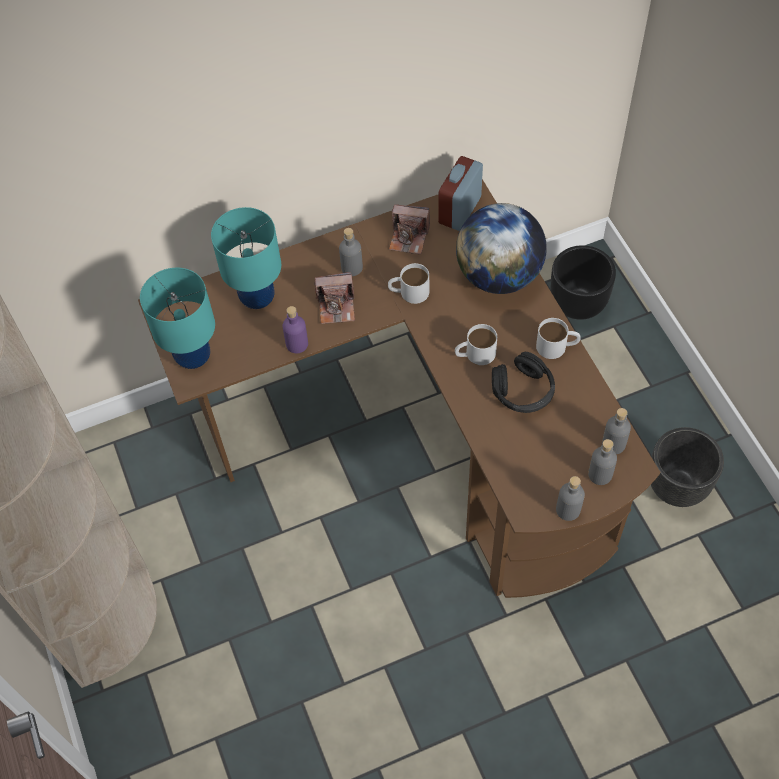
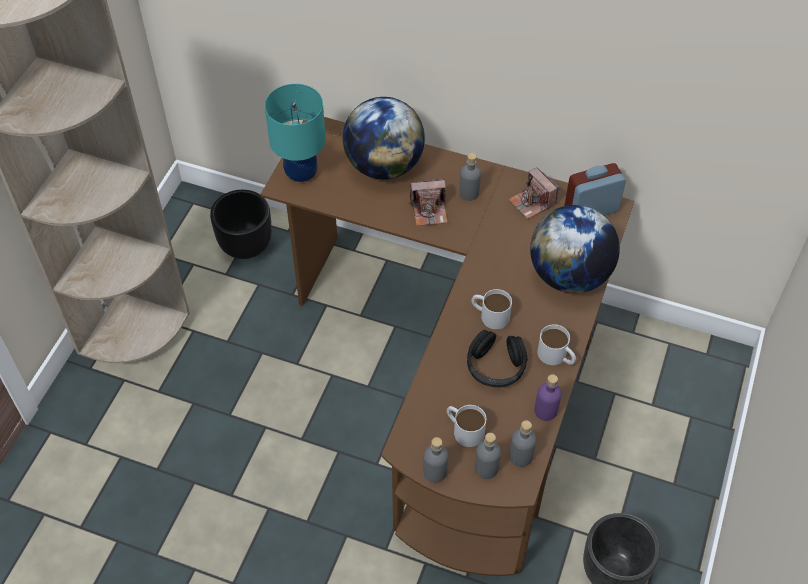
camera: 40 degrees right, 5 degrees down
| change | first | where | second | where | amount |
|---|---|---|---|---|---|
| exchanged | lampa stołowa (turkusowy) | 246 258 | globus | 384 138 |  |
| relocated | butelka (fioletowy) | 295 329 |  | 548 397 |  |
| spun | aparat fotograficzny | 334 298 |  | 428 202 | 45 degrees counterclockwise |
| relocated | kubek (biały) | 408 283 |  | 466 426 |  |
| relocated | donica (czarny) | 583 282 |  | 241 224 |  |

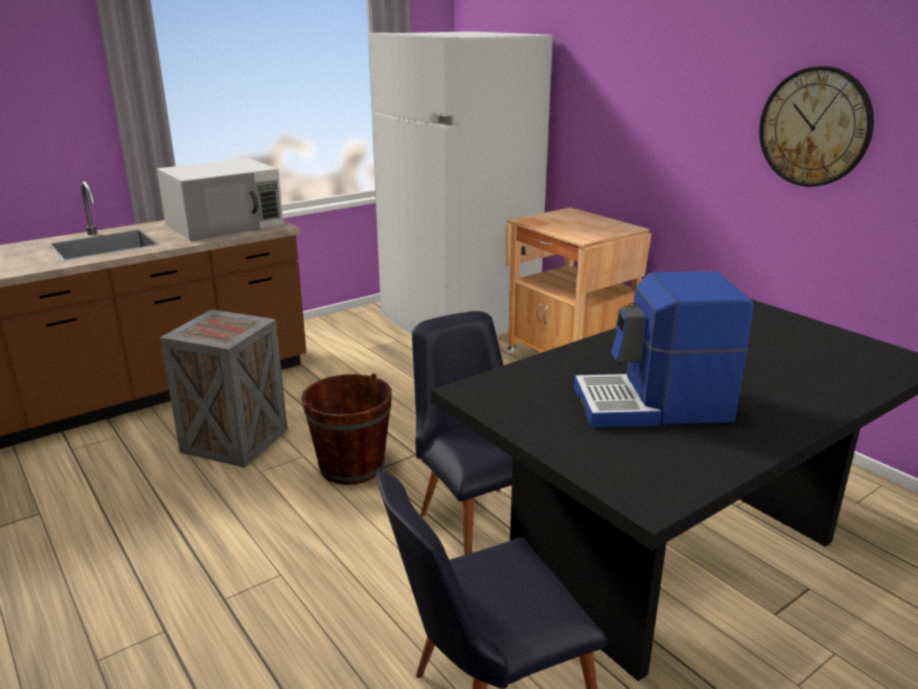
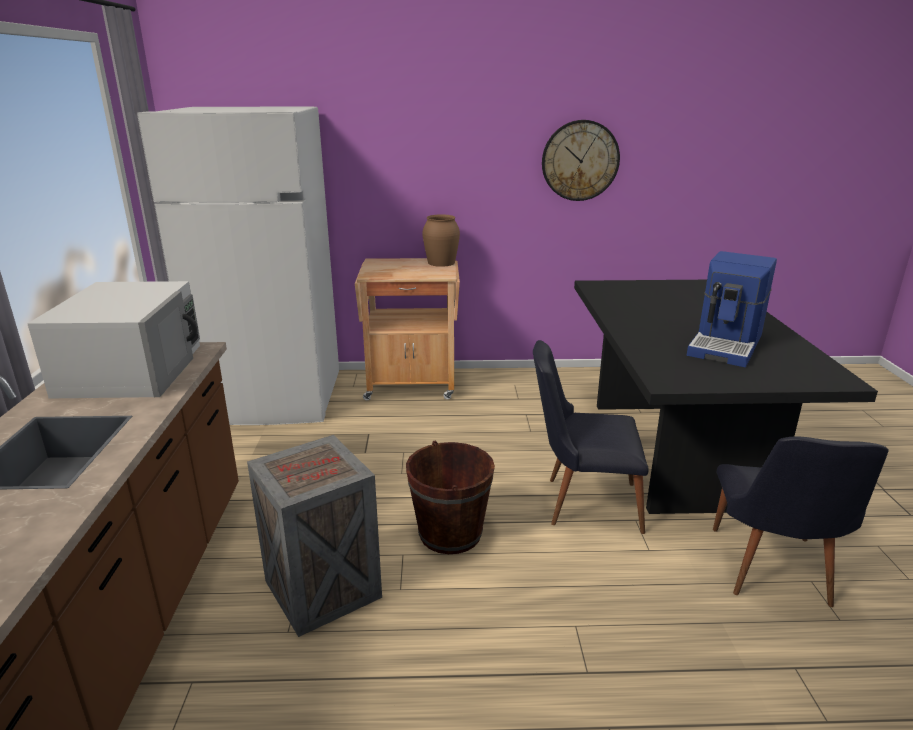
camera: 55 degrees left, 0 degrees up
| change | first | where | second | where | amount |
|---|---|---|---|---|---|
| appeared |  |  | wazon (brązowy) | 441 240 |  |

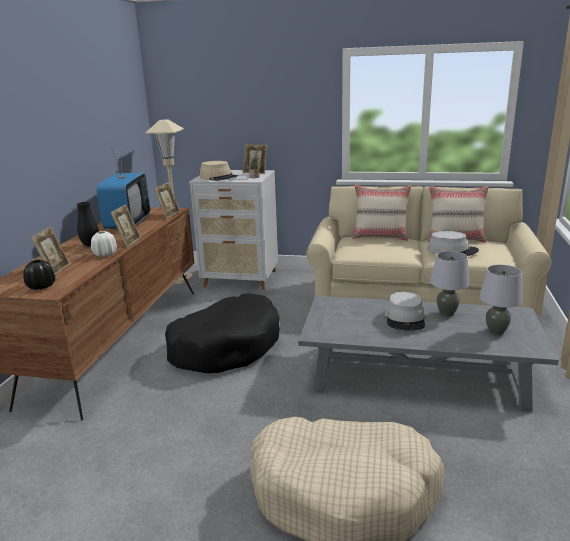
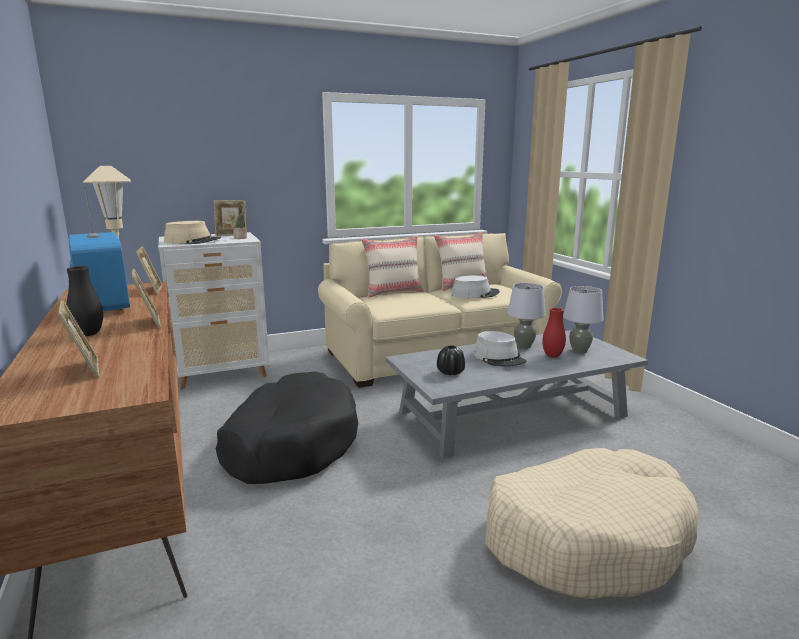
camera: 35 degrees left, 5 degrees down
| change | first | where | second | where | amount |
|---|---|---|---|---|---|
| relocated | wazon (czarny) | 39 275 |  | 451 360 |  |
| missing | wazon (biały) | 104 244 |  |  |  |
| appeared |  |  | wazon (czerwony) | 554 333 |  |

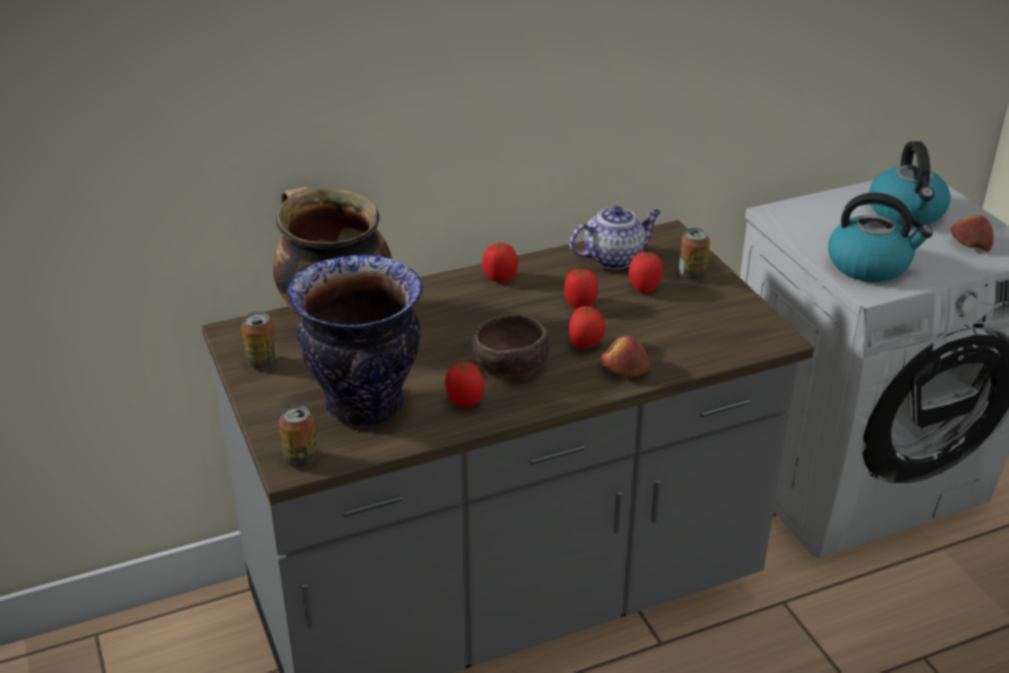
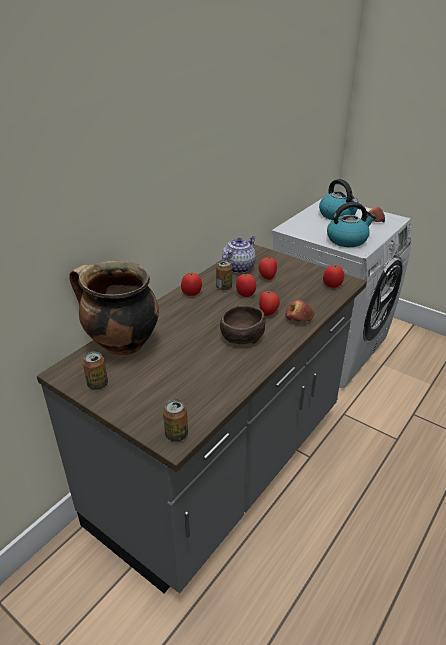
camera: 30 degrees left, 0 degrees up
| change | first | where | second | where | amount |
|---|---|---|---|---|---|
| missing | wazon | 355 341 |  |  |  |
| relocated | pomidor | 464 384 |  | 333 276 |  |
| relocated | puszka | 694 254 |  | 224 275 |  |

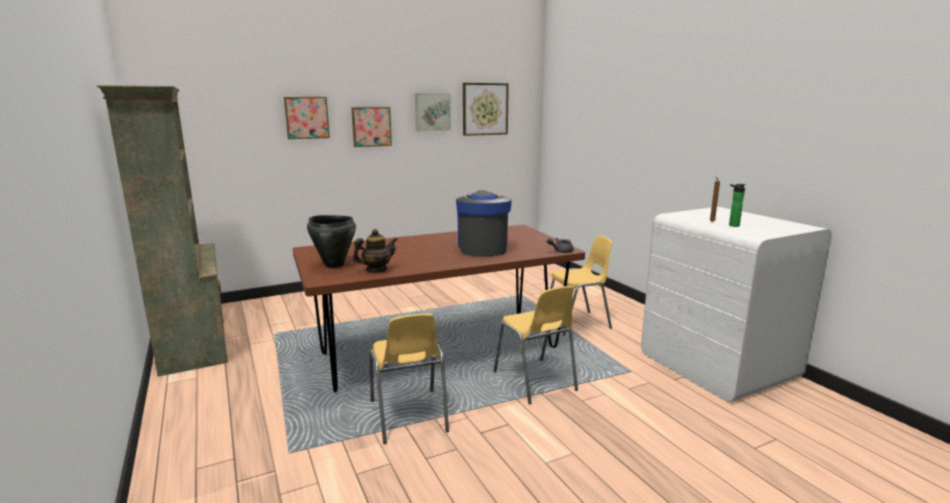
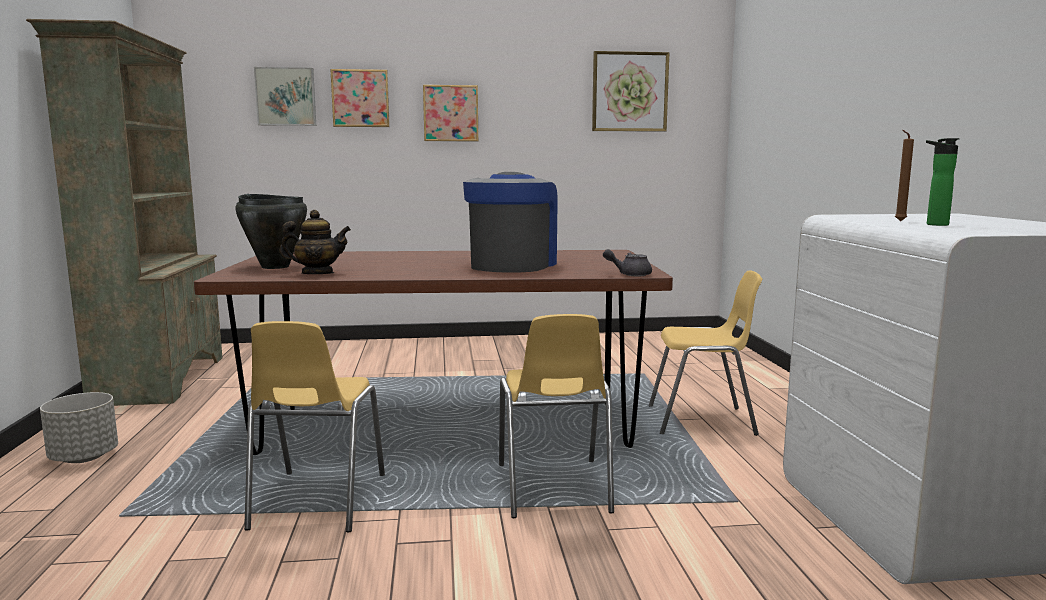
camera: 20 degrees right, 5 degrees down
| change | first | where | second | where | amount |
|---|---|---|---|---|---|
| relocated | obraz | 433 113 |  | 285 96 |  |
| appeared |  |  | donica (szary) | 79 427 |  |

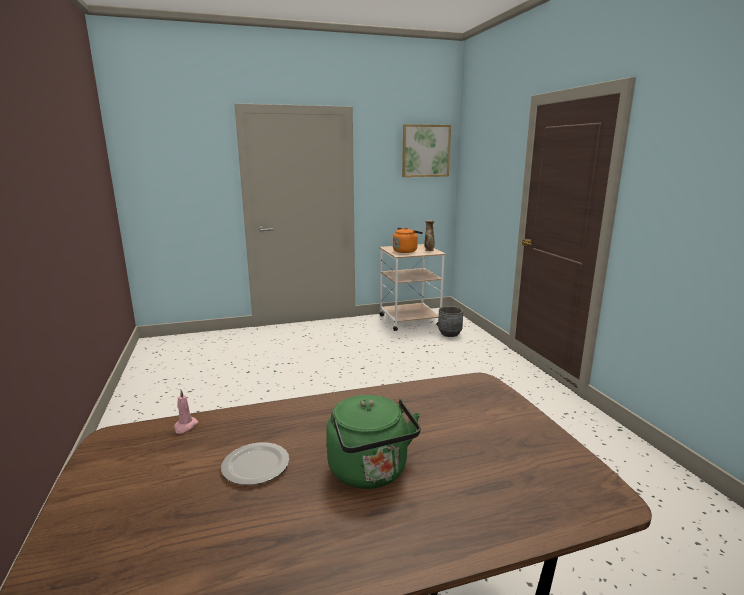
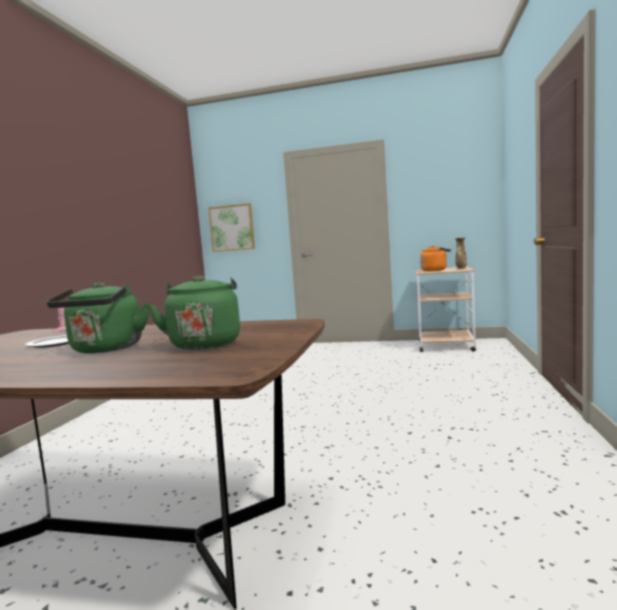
camera: 30 degrees right, 10 degrees down
| change | first | where | second | where | amount |
|---|---|---|---|---|---|
| relocated | obraz | 426 150 |  | 231 227 |  |
| missing | donica (szary) | 450 321 |  |  |  |
| appeared |  |  | czajnik (zielony) | 194 312 |  |

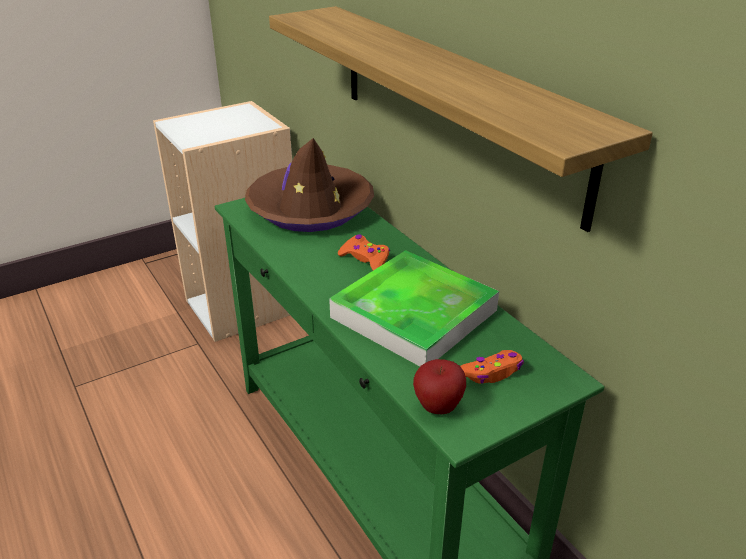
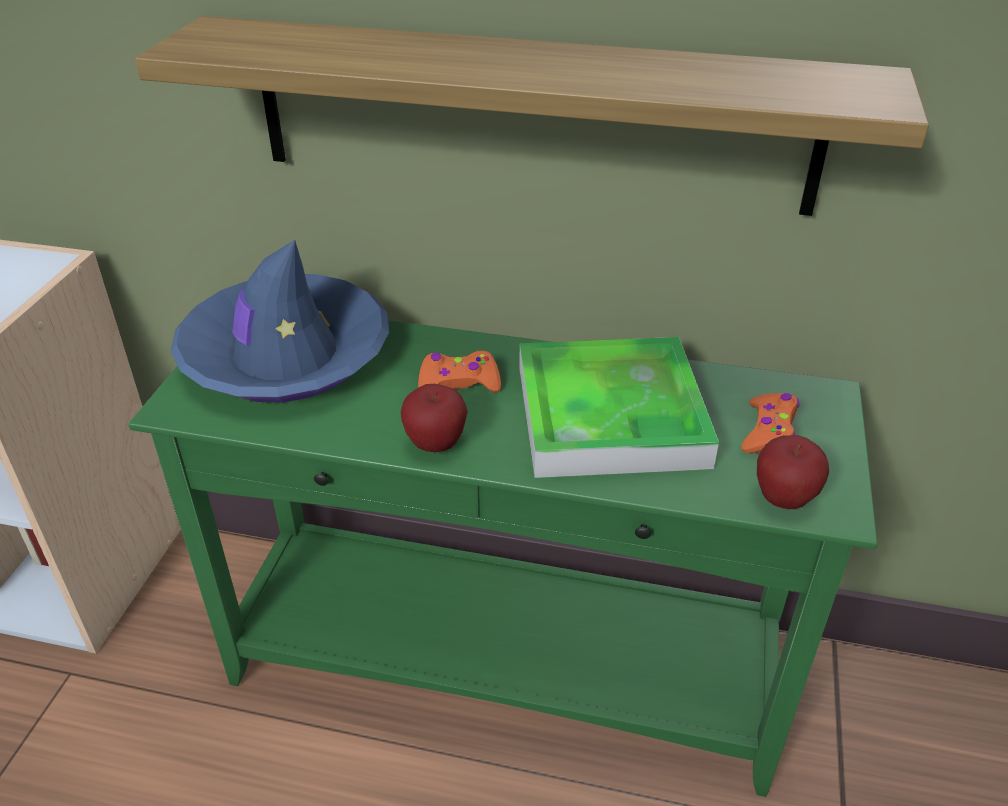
camera: 45 degrees left, 5 degrees up
| change | first | where | second | where | amount |
|---|---|---|---|---|---|
| colour | kapelusz (brązowy) | 309 185 | kapelusz (niebieski) | 280 321 |  |
| appeared |  |  | jabłko | 434 418 |  |

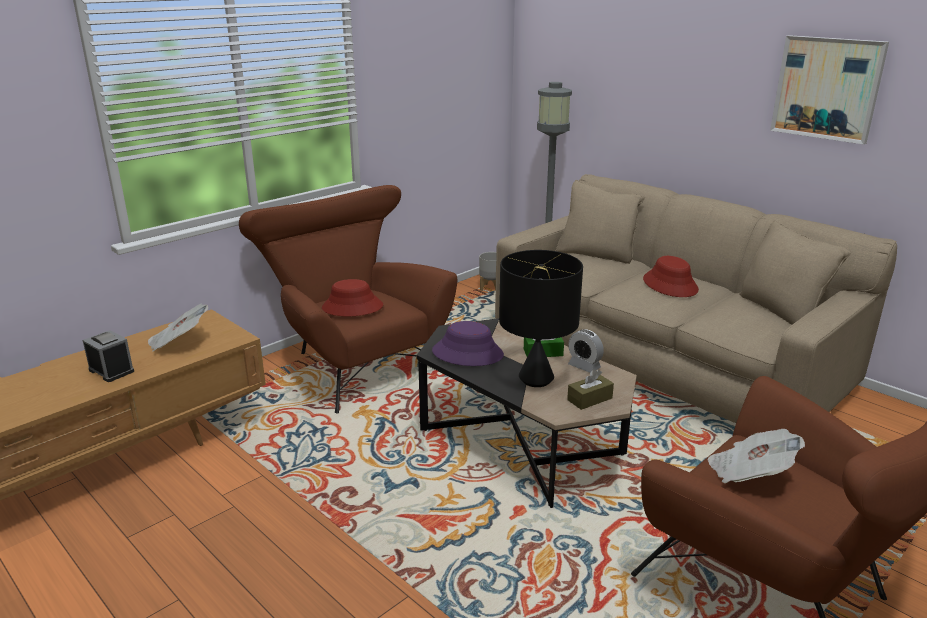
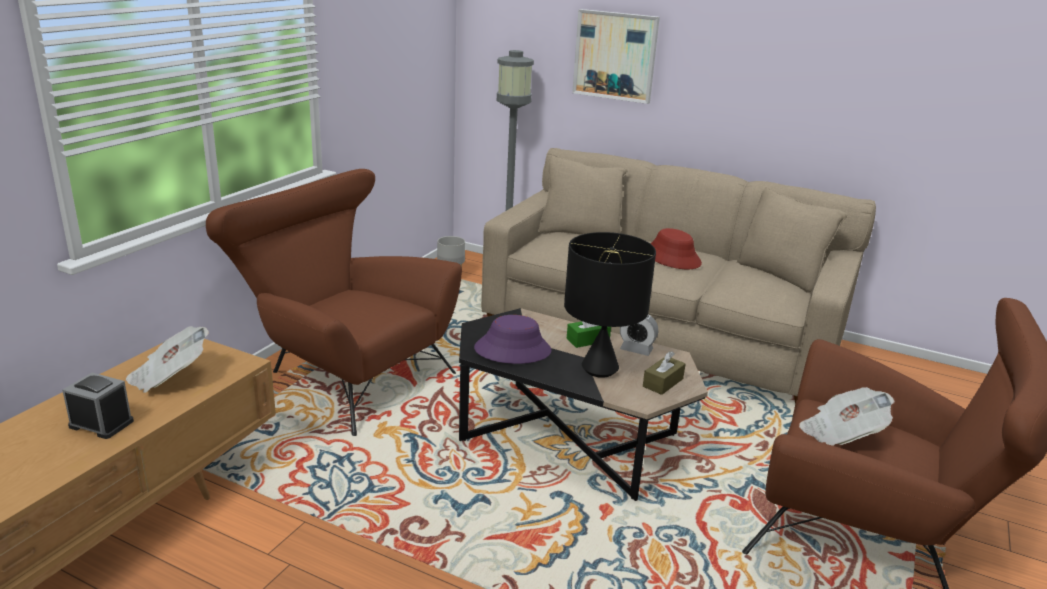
camera: 20 degrees left, 0 degrees up
| change | first | where | second | where | amount |
|---|---|---|---|---|---|
| missing | kapelusz (czerwony) | 352 297 |  |  |  |
| relocated | obraz | 829 90 |  | 616 56 |  |

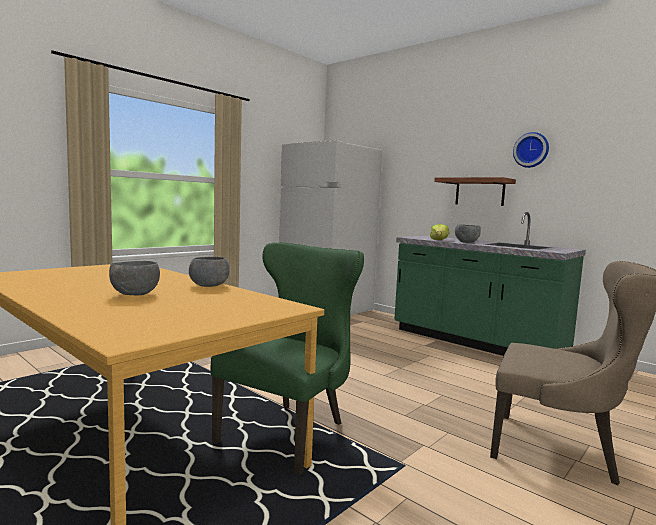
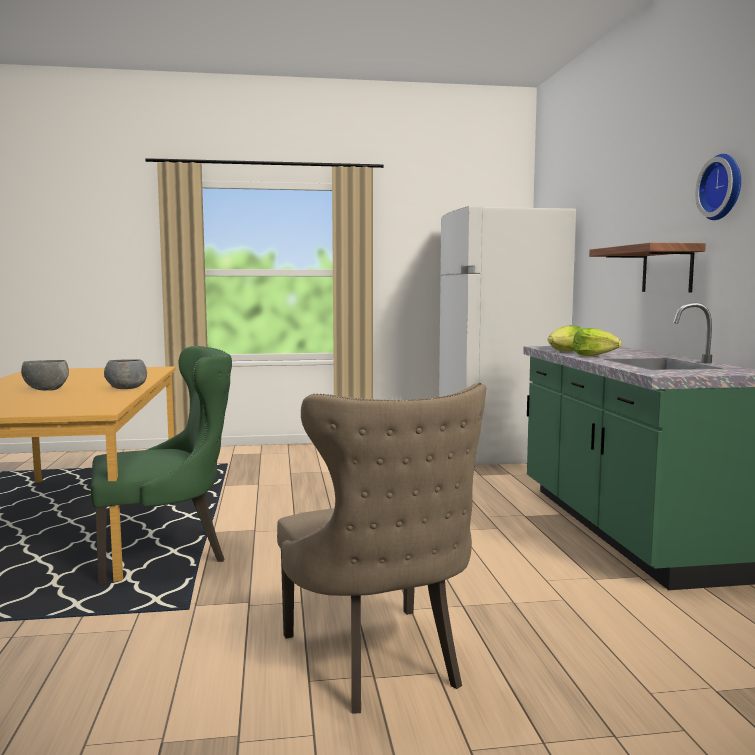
camera: 40 degrees right, 0 degrees up
| change | first | where | second | where | amount |
|---|---|---|---|---|---|
| exchanged | miska (szary) | 468 234 | sałata | 597 342 |  |

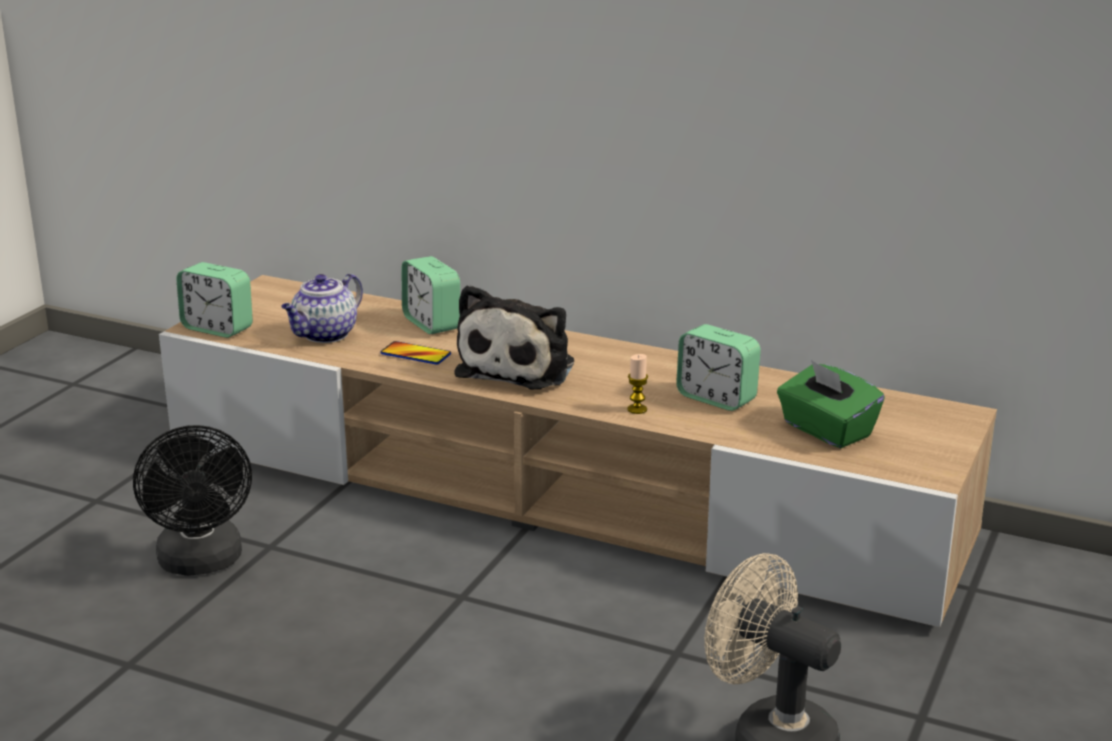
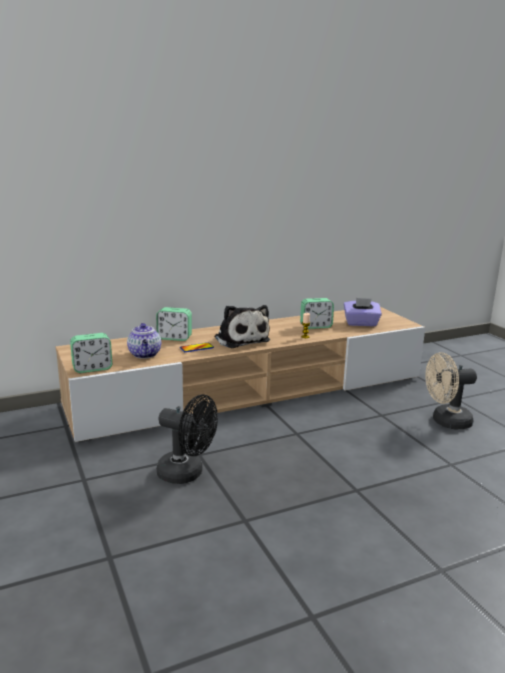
camera: 50 degrees left, 5 degrees down
| change | first | where | second | where | amount |
|---|---|---|---|---|---|
| colour | pudełko chusteczek (zielony) | 831 404 | pudełko chusteczek (fioletowy) | 363 312 |  |

